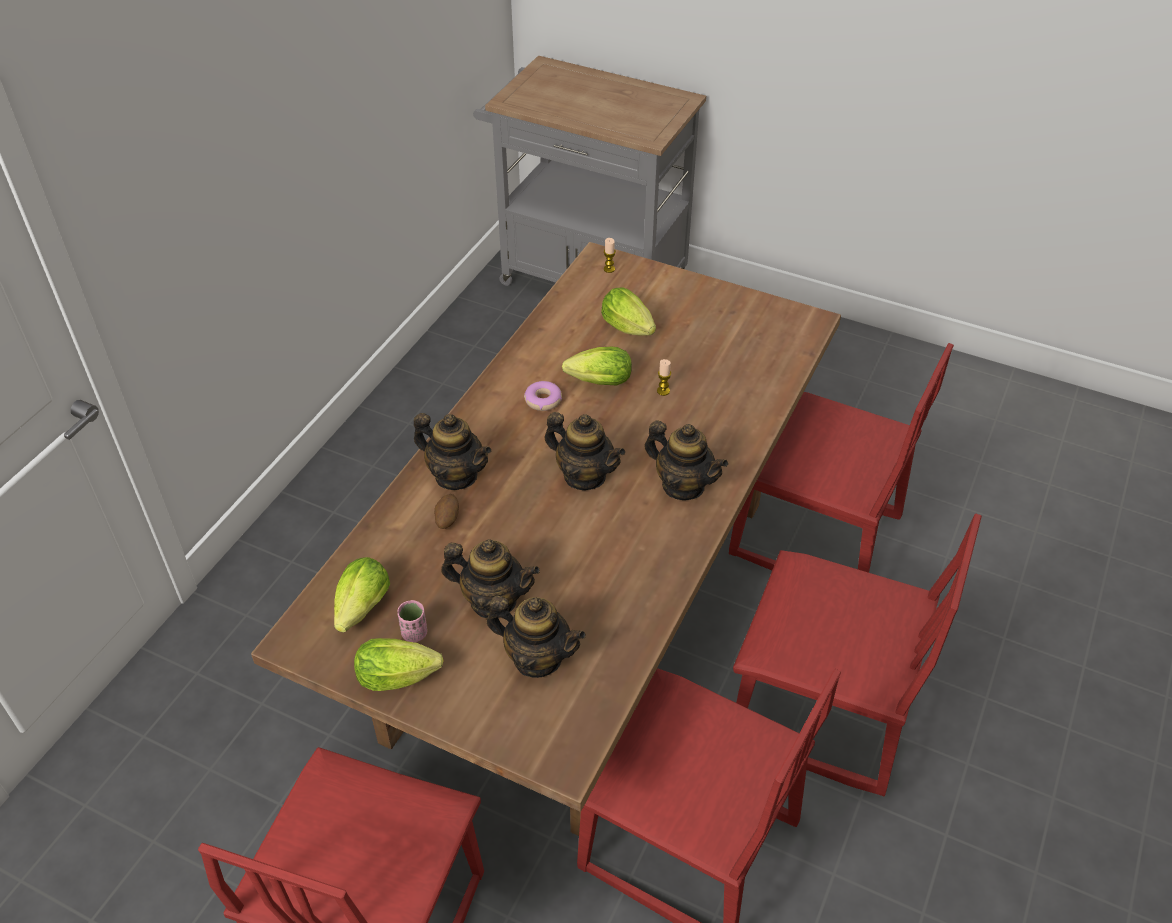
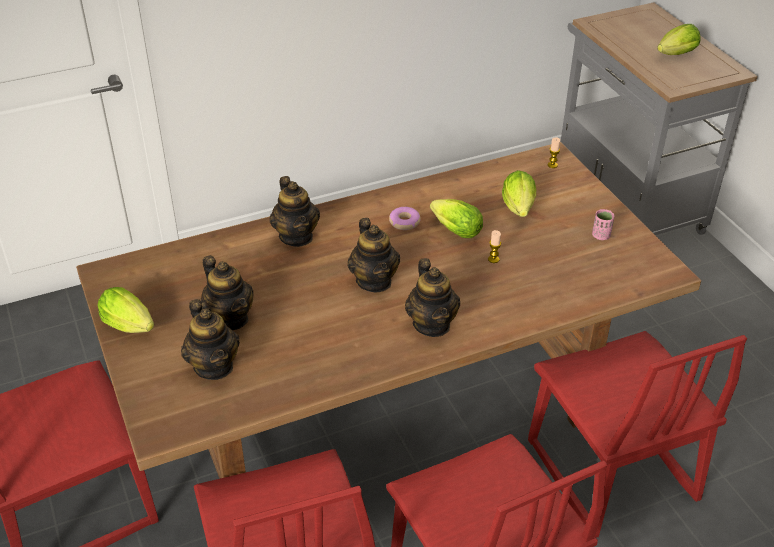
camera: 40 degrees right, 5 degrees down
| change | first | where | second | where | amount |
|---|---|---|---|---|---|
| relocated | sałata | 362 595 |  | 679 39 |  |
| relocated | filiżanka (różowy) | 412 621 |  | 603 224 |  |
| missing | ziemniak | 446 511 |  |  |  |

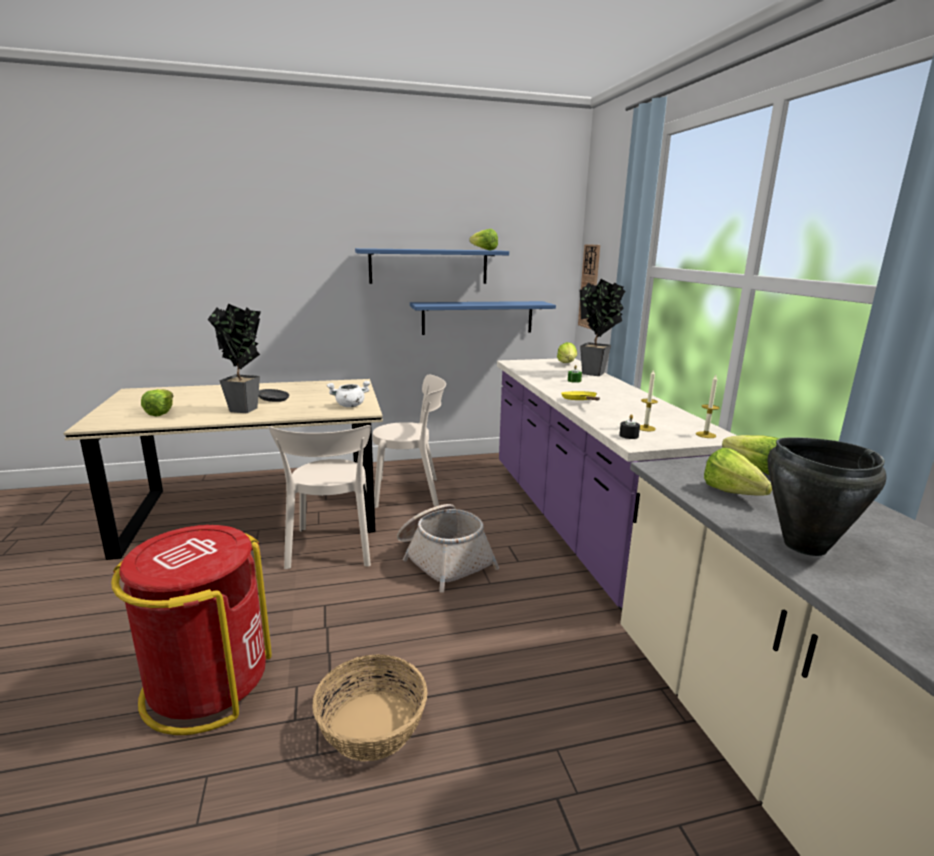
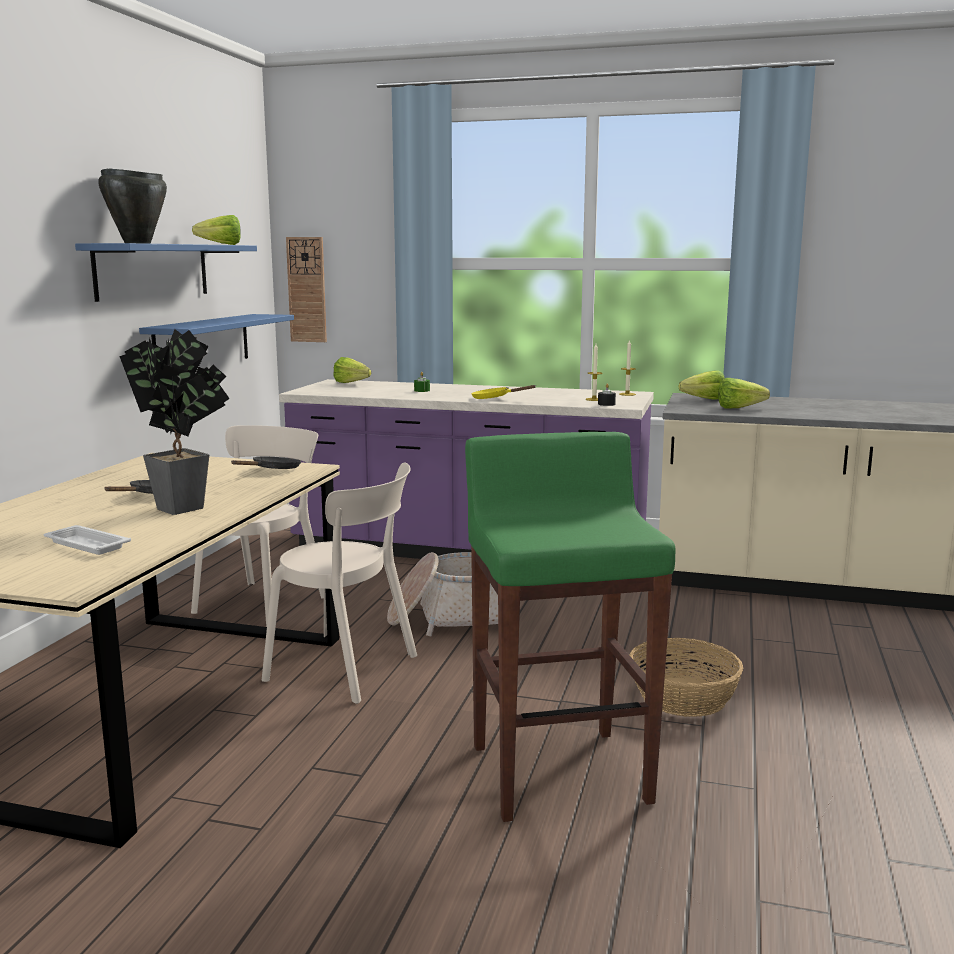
camera: 60 degrees left, 5 degrees down
| change | first | where | second | where | amount |
|---|---|---|---|---|---|
| exchanged | kosz na śmieci (czerwony) | 191 630 | stołek (zielony) | 570 627 |  |
| exchanged | sałata | 157 402 | taca (biały) | 87 540 |  |
| exchanged | garnek (biały) | 348 394 | patelnia (czarny) | 266 463 |  |
| missing | roślina doniczkowa | 603 327 |  |  |  |
| relocated | garnek (czarny) | 827 496 |  | 132 206 |  |

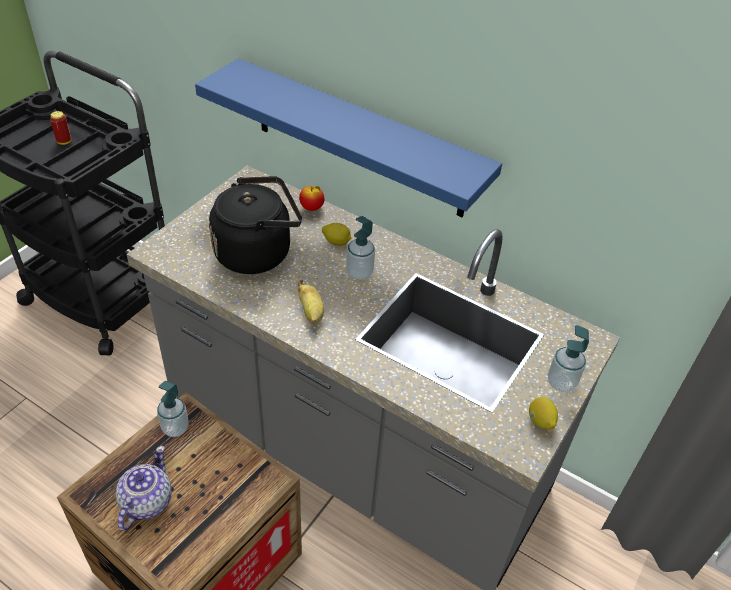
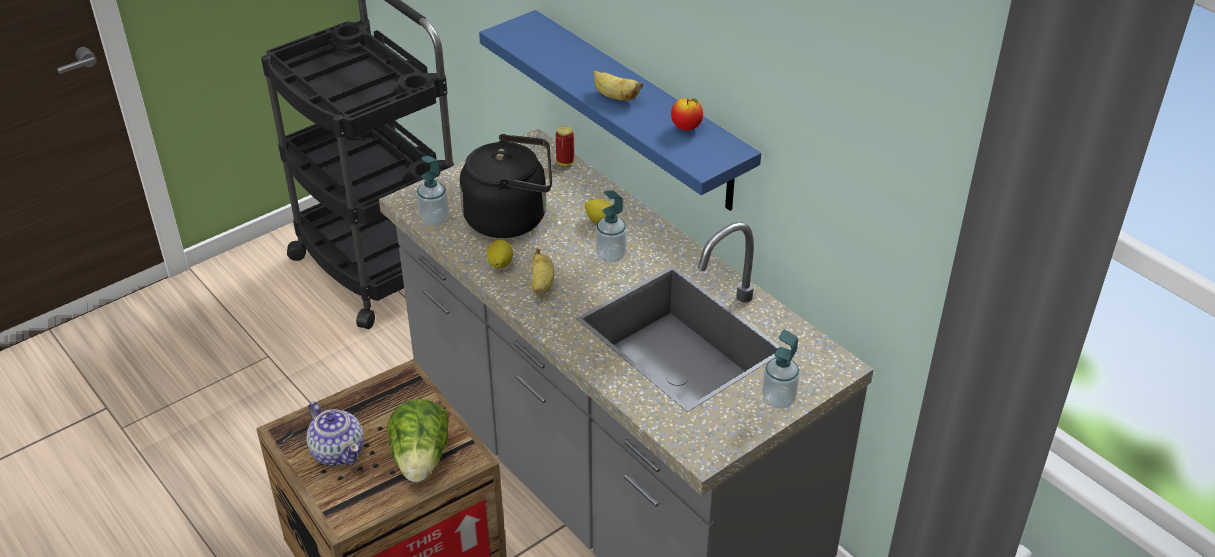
camera: 20 degrees right, 5 degrees down
| change | first | where | second | where | amount |
|---|---|---|---|---|---|
| relocated | puszka | 61 128 |  | 565 146 |  |
| spun | imbryk | 144 488 |  | 335 434 | 105 degrees clockwise |
| relocated | dozownik mydła | 173 409 |  | 432 191 |  |
| relocated | jabłko | 312 198 |  | 687 114 |  |
| relocated | cytryna | 543 413 |  | 500 254 |  |
| appeared |  |  | sałata | 418 440 |  |
| appeared |  |  | banan | 618 85 |  |

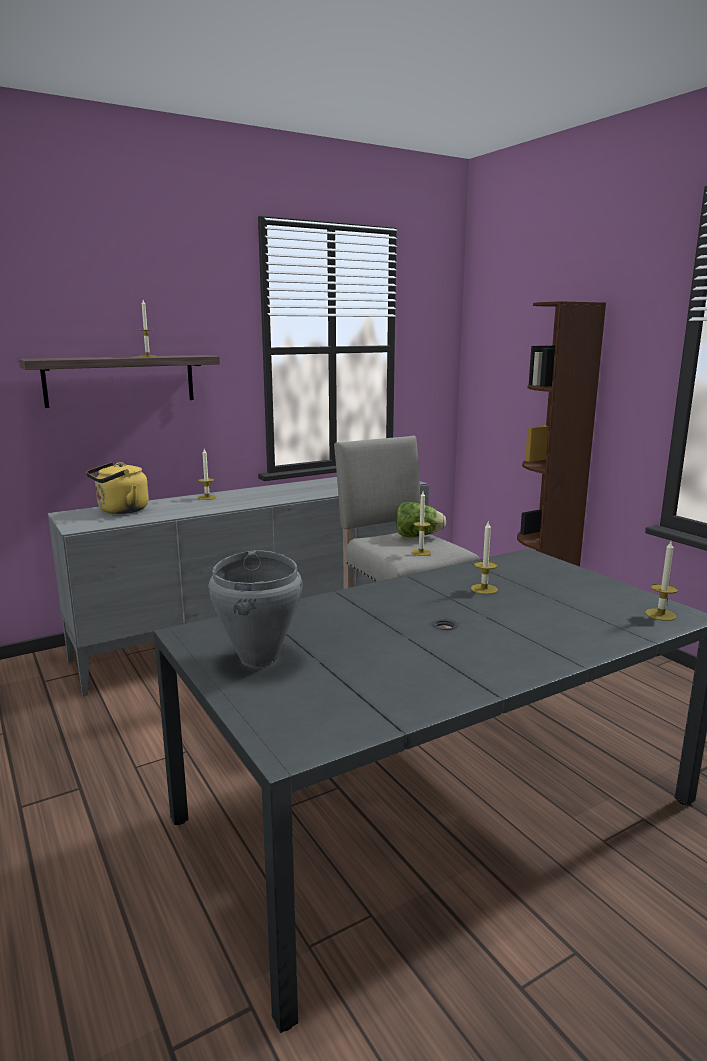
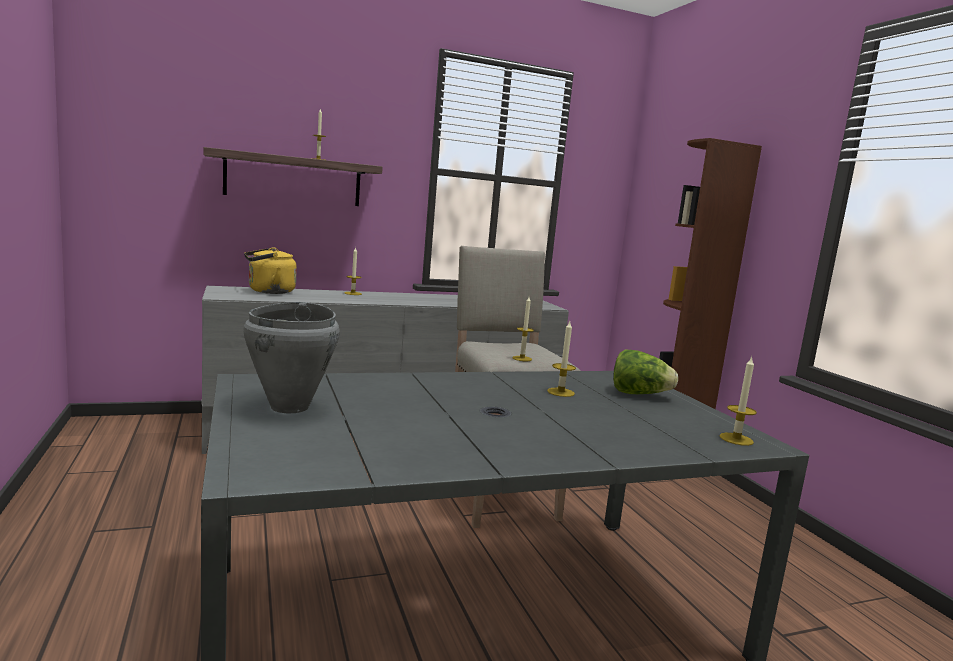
camera: 10 degrees right, 5 degrees down
| change | first | where | second | where | amount |
|---|---|---|---|---|---|
| relocated | sałata | 421 519 |  | 645 372 |  |

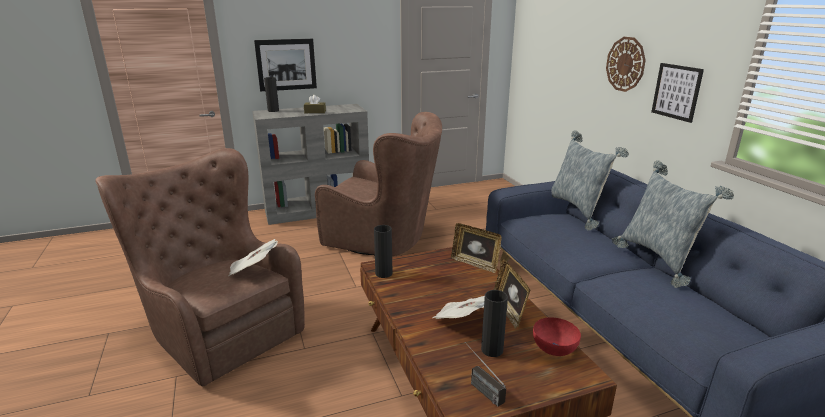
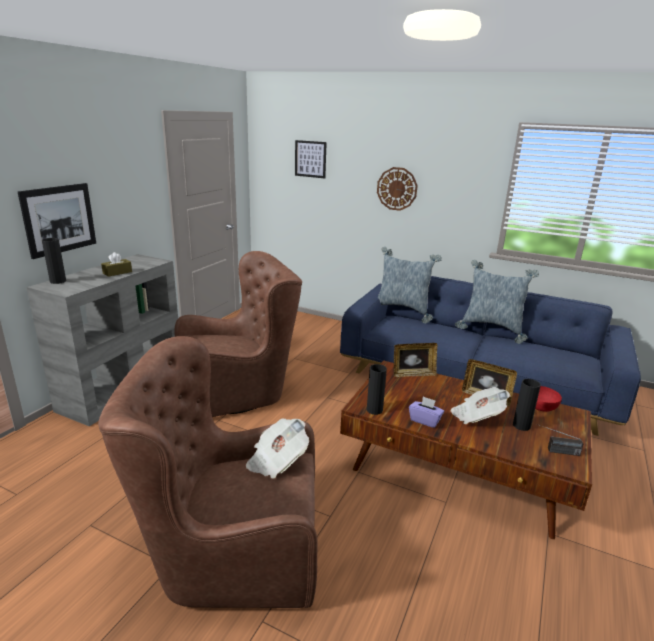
camera: 45 degrees left, 0 degrees up
| change | first | where | second | where | amount |
|---|---|---|---|---|---|
| relocated | obraz | 677 93 |  | 311 159 |  |
| appeared |  |  | pudełko chusteczek (fioletowy) | 426 412 |  |

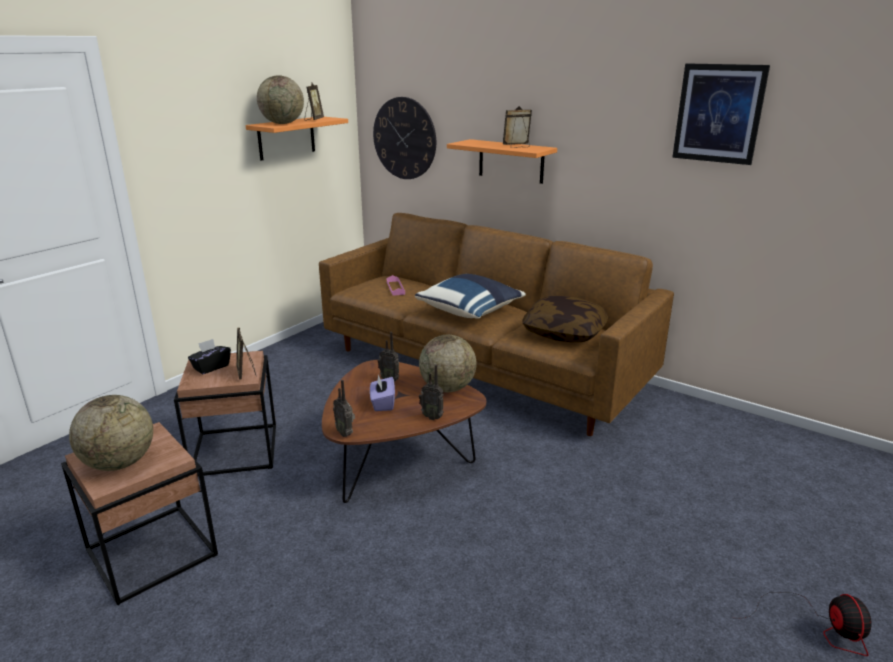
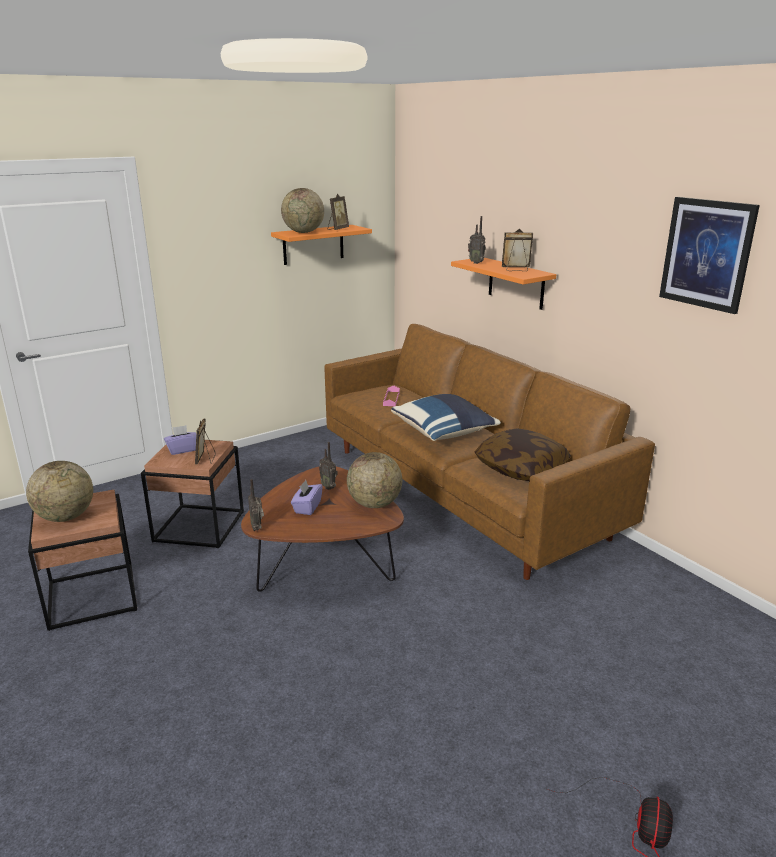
camera: 20 degrees right, 0 degrees up
| change | first | where | second | where | amount |
|---|---|---|---|---|---|
| colour | pudełko chusteczek (czarny) | 209 356 | pudełko chusteczek (fioletowy) | 180 440 |  |
| missing | zegar ścienny | 404 138 |  |  |  |
| relocated | radio | 431 392 |  | 477 240 |  |

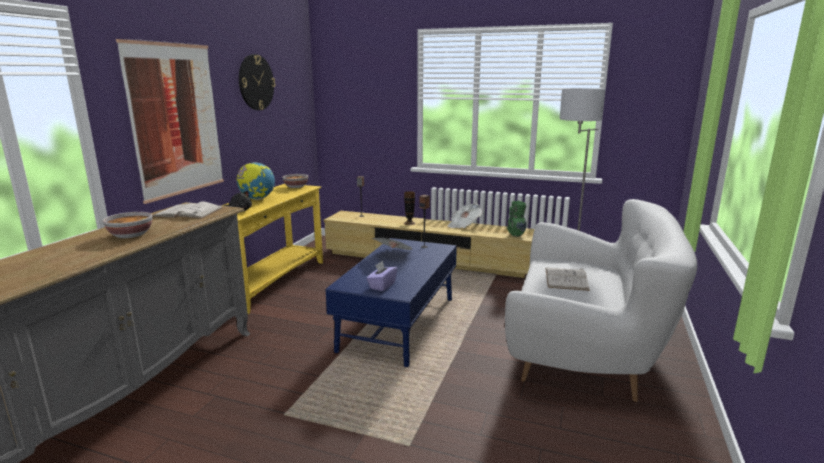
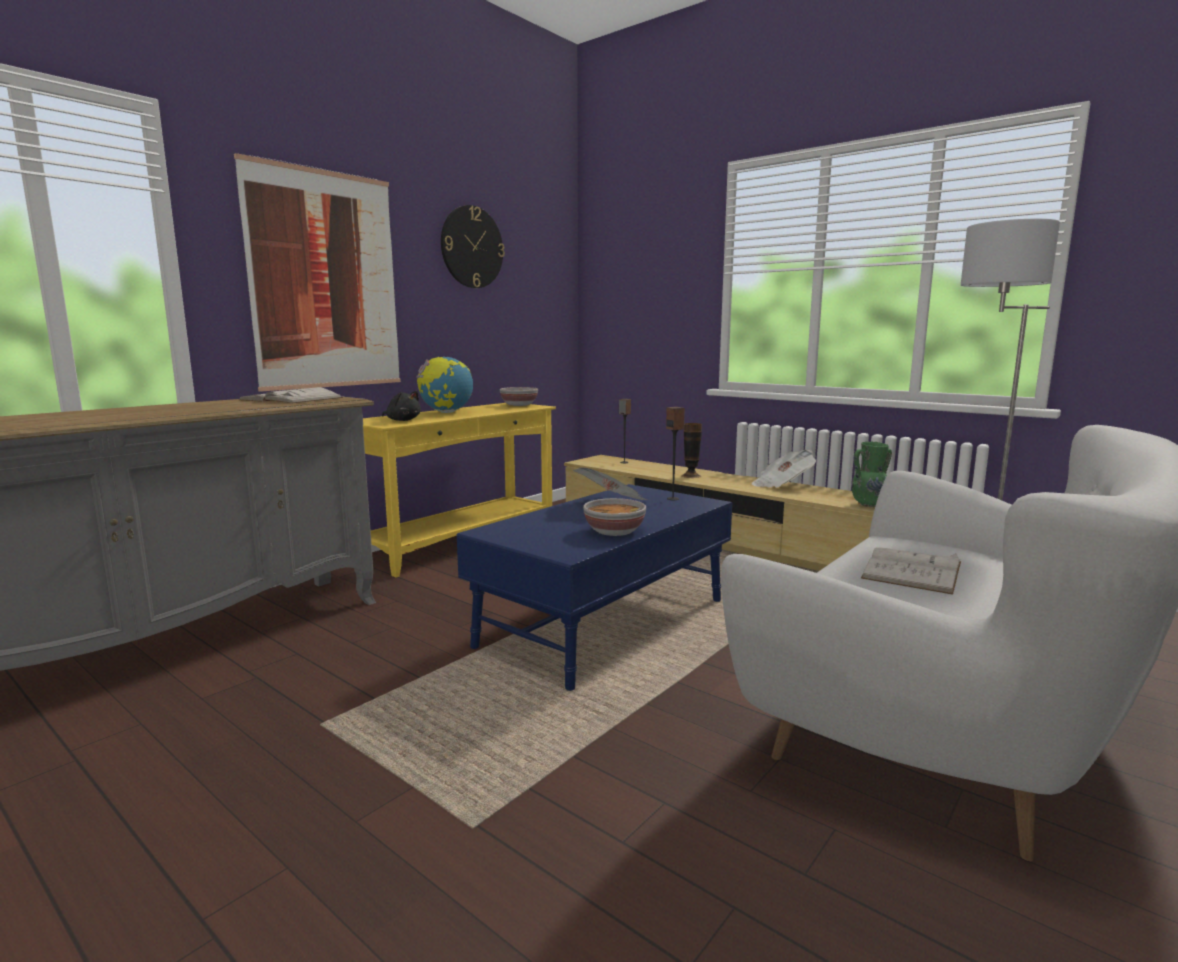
camera: 20 degrees right, 5 degrees down
| change | first | where | second | where | amount |
|---|---|---|---|---|---|
| relocated | miska | 128 225 |  | 614 517 |  |
| missing | pudełko chusteczek (fioletowy) | 382 276 |  |  |  |

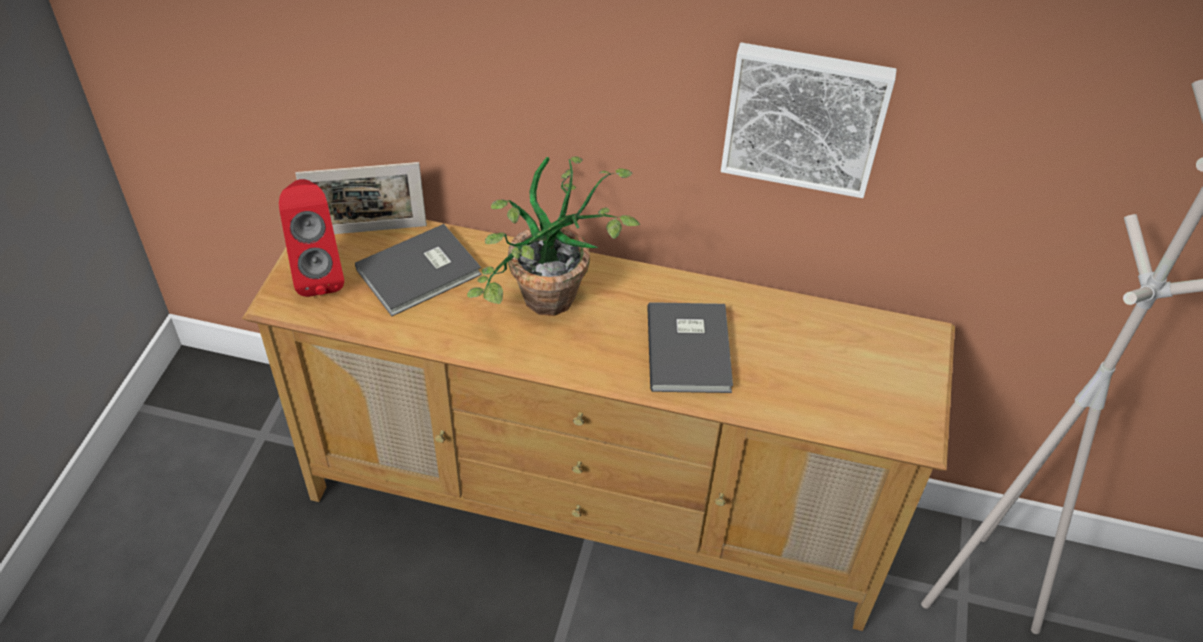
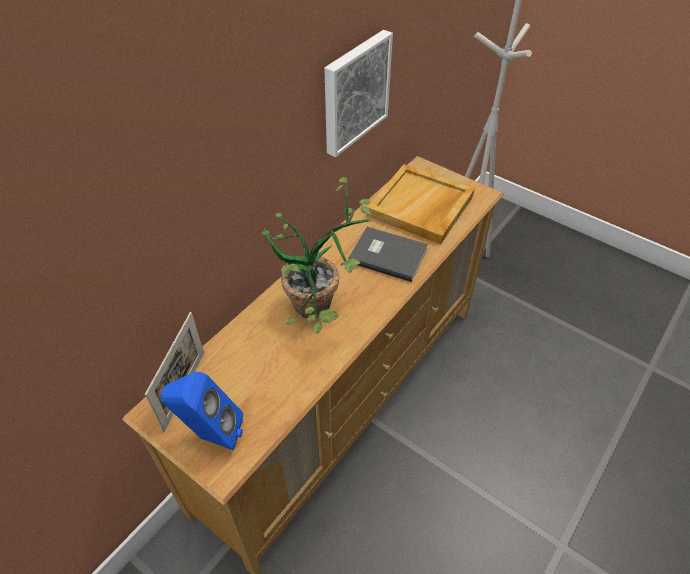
camera: 65 degrees left, 0 degrees up
| change | first | where | second | where | amount |
|---|---|---|---|---|---|
| colour | głośnik (czerwony) | 311 238 | głośnik (niebieski) | 202 411 |  |
| missing | książka (szary) | 418 270 |  |  |  |
| appeared |  |  | taca (beżowy) | 421 204 |  |

